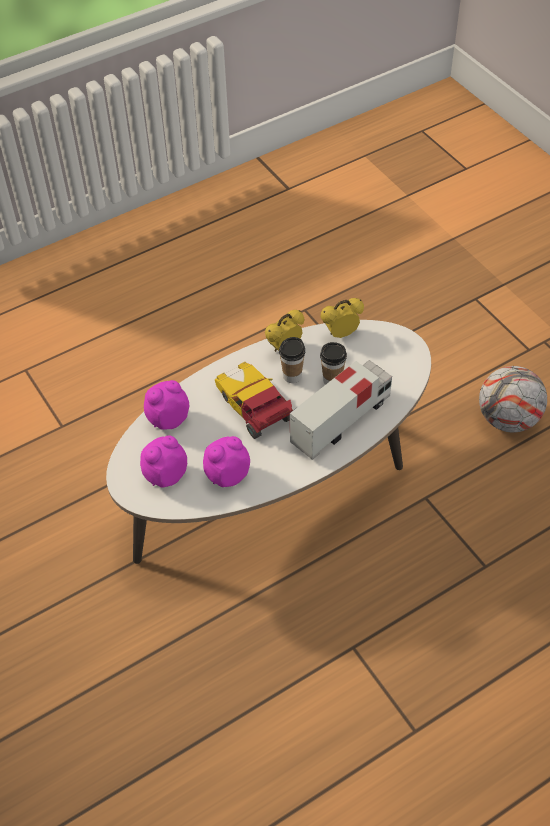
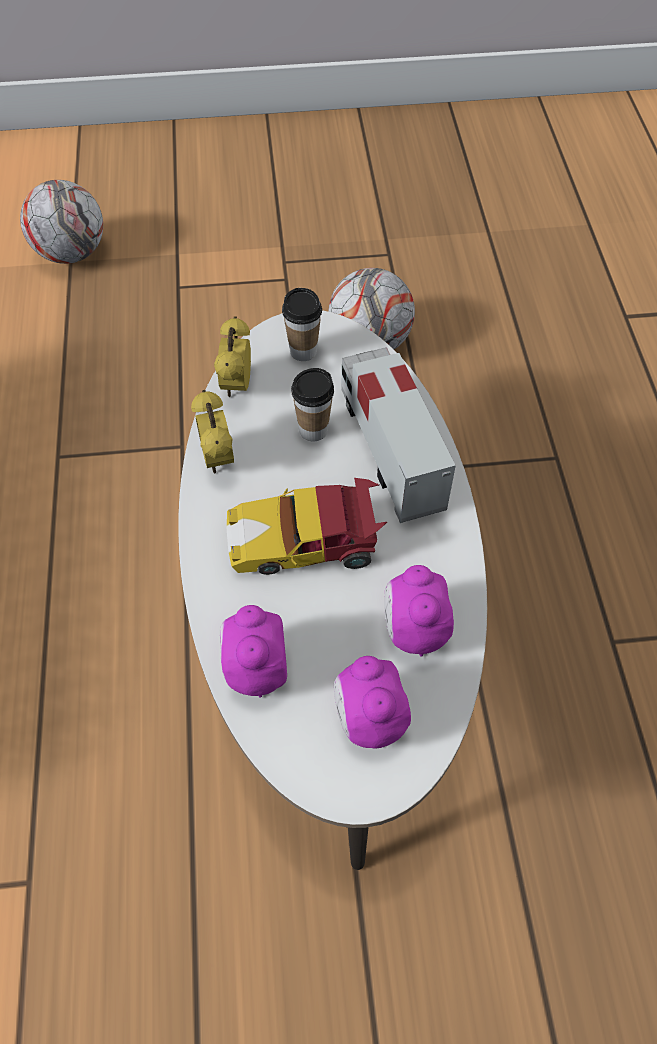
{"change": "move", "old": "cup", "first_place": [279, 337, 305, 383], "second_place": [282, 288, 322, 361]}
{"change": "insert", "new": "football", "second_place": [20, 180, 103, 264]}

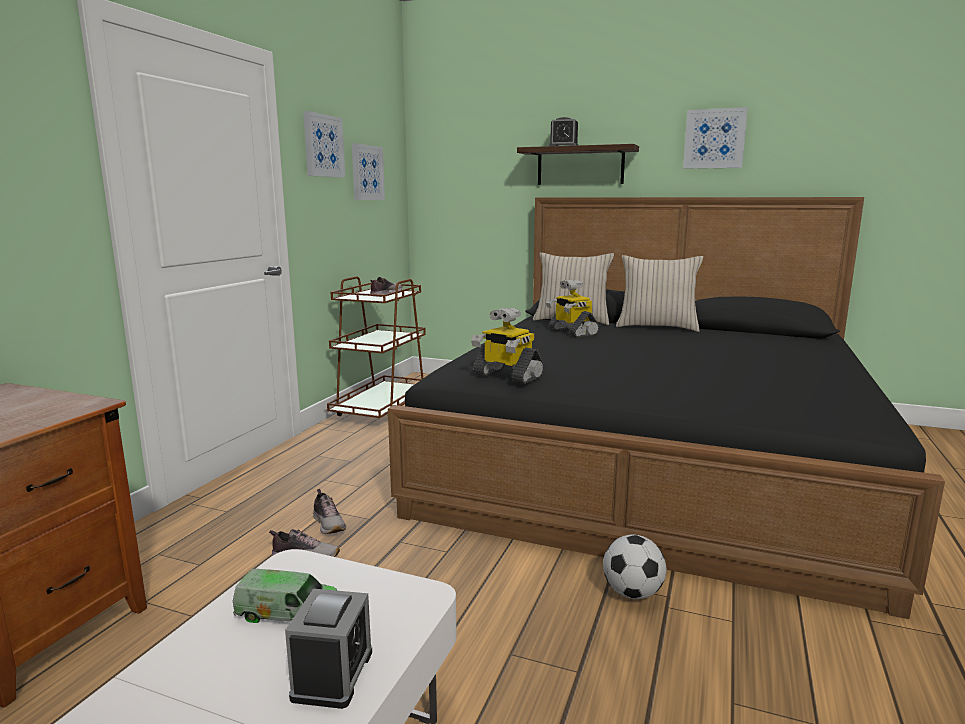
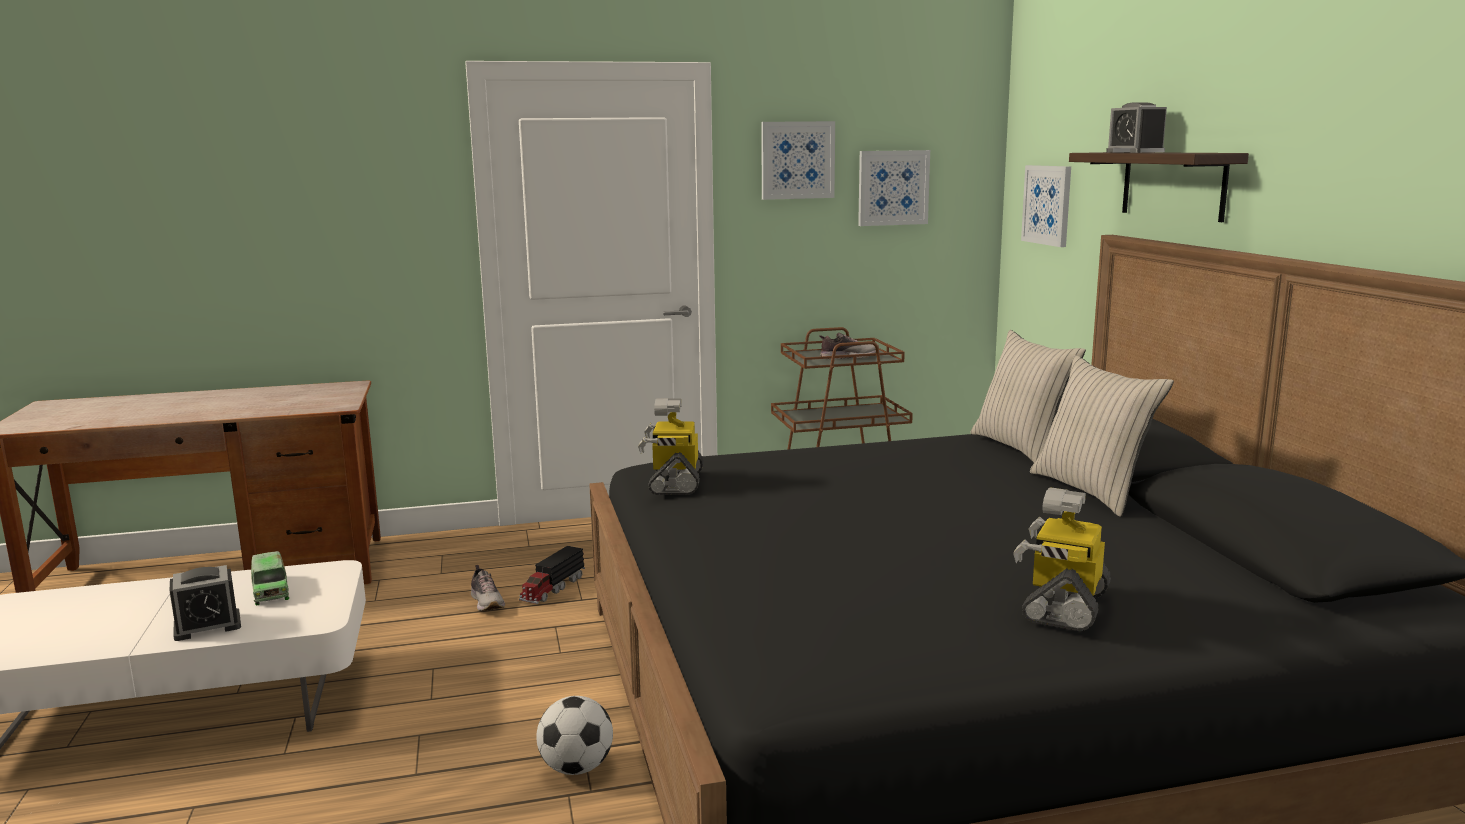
{"change": "move", "old": "picture", "first_place": [683, 107, 748, 169], "second_place": [1021, 165, 1071, 247]}
{"change": "move", "old": "toy robot", "first_place": [546, 280, 599, 338], "second_place": [1013, 487, 1111, 631]}
{"change": "replace", "old": "shoe", "new": "toy truck", "first_place": [313, 489, 346, 534], "second_place": [519, 546, 585, 604]}

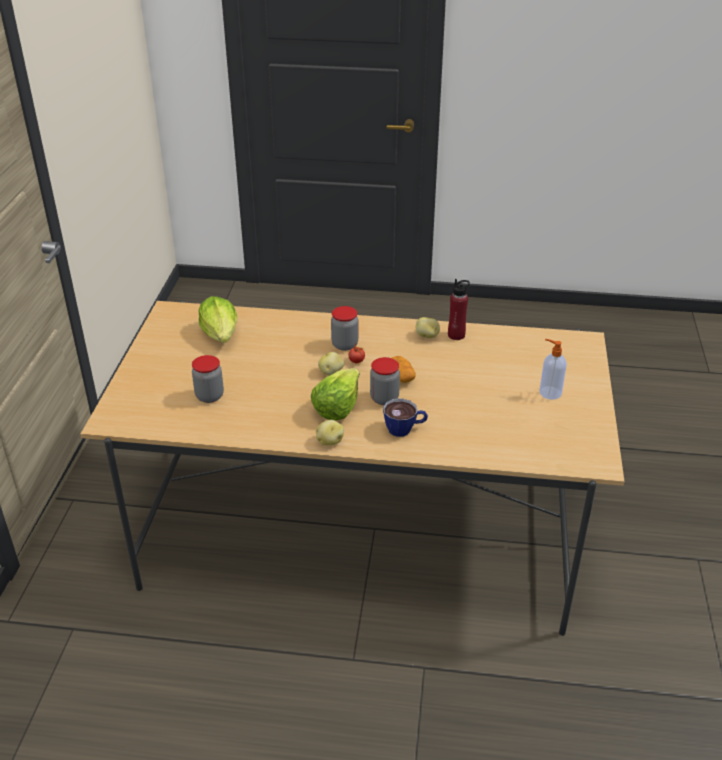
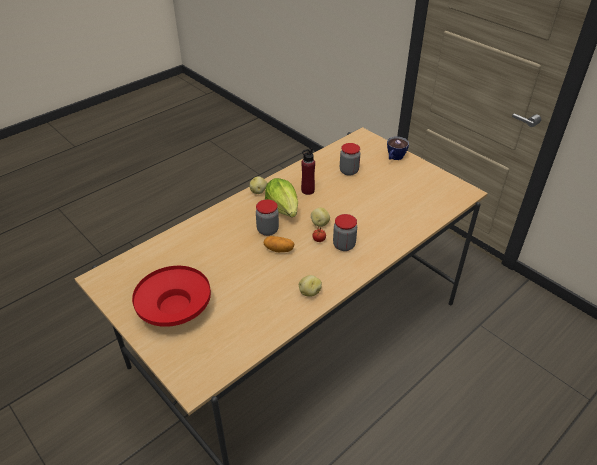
{"change": "move", "old": "red bottle", "first_place": [448, 279, 470, 340], "second_place": [301, 148, 315, 195]}
{"change": "delete", "old": "lettuce", "first_place": [198, 296, 237, 343]}
{"change": "replace", "old": "soap dispenser", "new": "red bowl", "first_place": [539, 339, 567, 400], "second_place": [132, 266, 211, 327]}
{"change": "move", "old": "cup", "first_place": [383, 398, 428, 437], "second_place": [387, 137, 409, 160]}

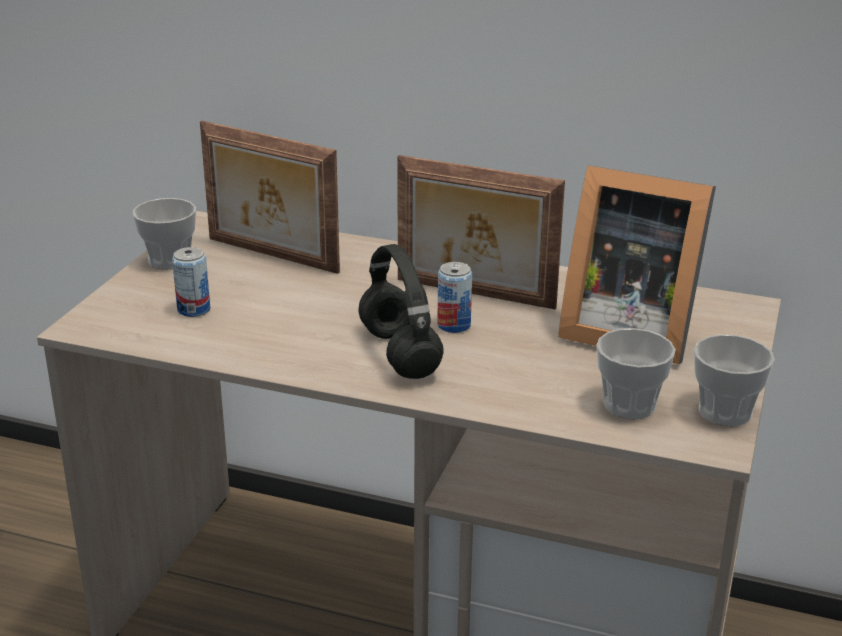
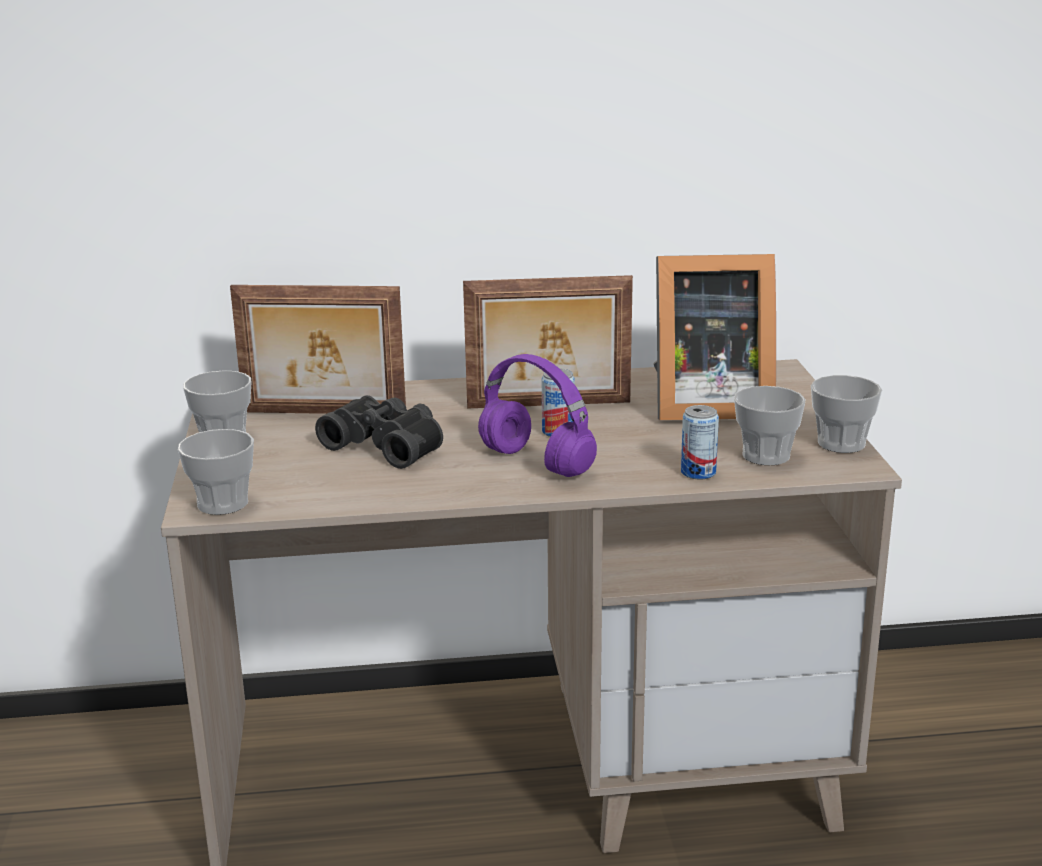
{"change": "recolor", "old": "black headphones", "new": "purple headphones", "first_place": [359, 244, 444, 379], "second_place": [478, 354, 597, 477]}
{"change": "move", "old": "can", "first_place": [172, 247, 210, 317], "second_place": [681, 405, 719, 480]}
{"change": "insert", "new": "black binoculars", "second_place": [315, 395, 443, 469]}
{"change": "insert", "new": "cup", "second_place": [178, 429, 254, 515]}

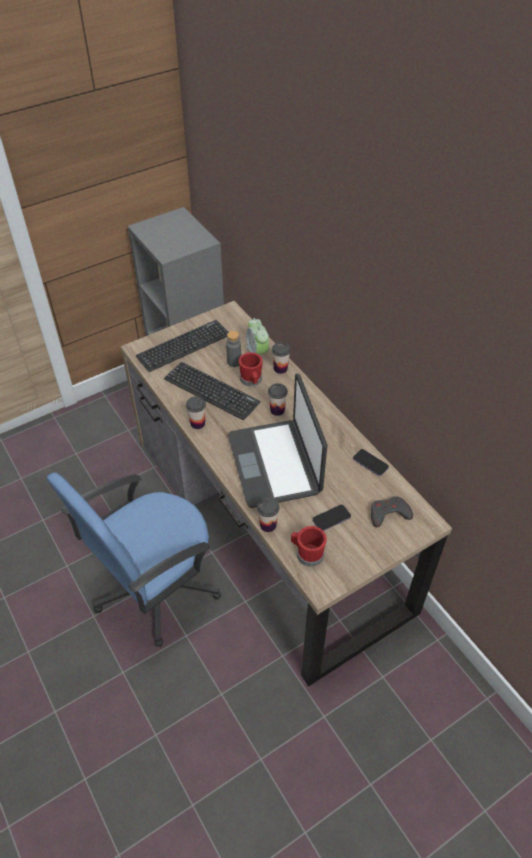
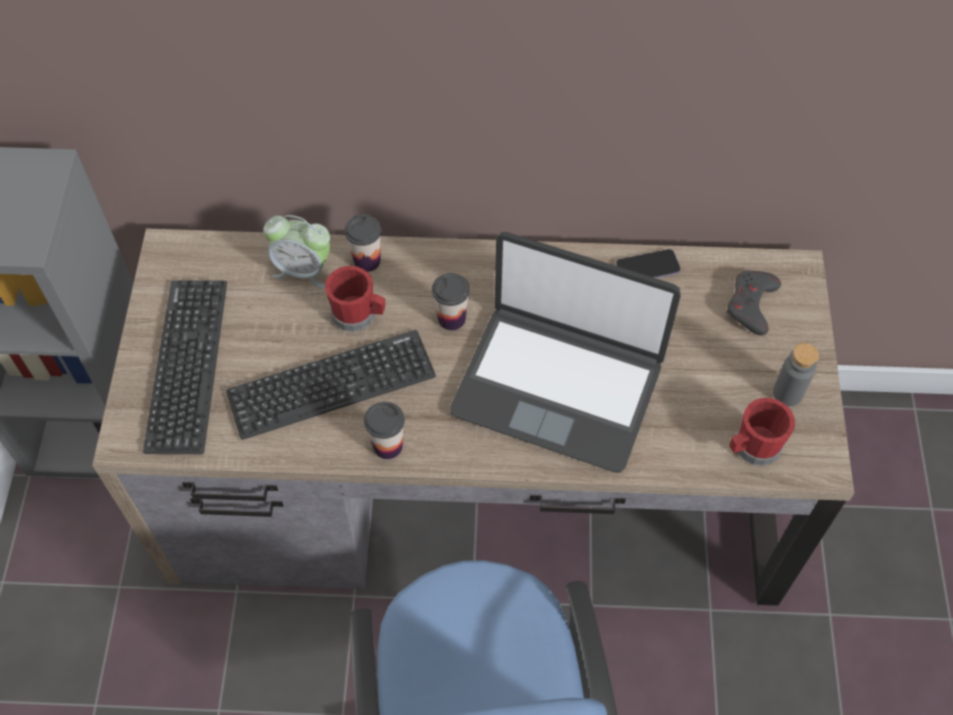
{"change": "move", "old": "grey bottle", "first_place": [226, 331, 241, 367], "second_place": [773, 343, 819, 406]}
{"change": "delete", "old": "cup", "first_place": [257, 498, 280, 532]}
{"change": "delete", "old": "phone", "first_place": [312, 504, 351, 531]}

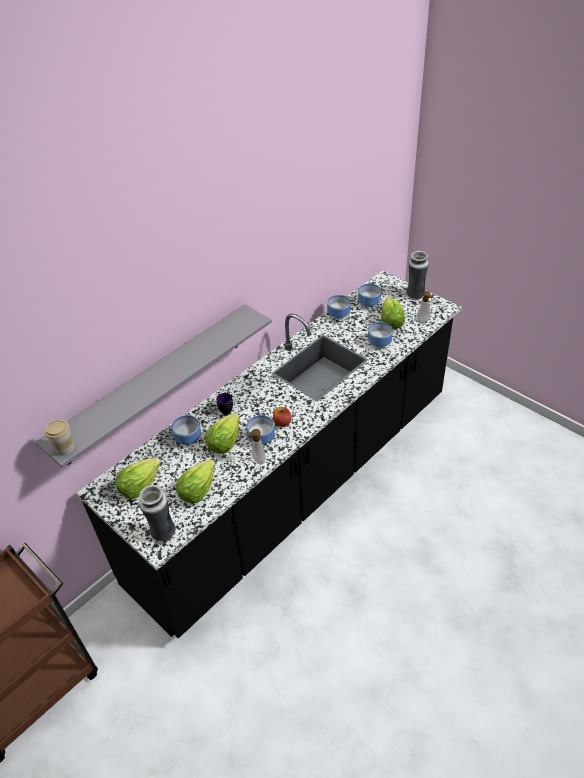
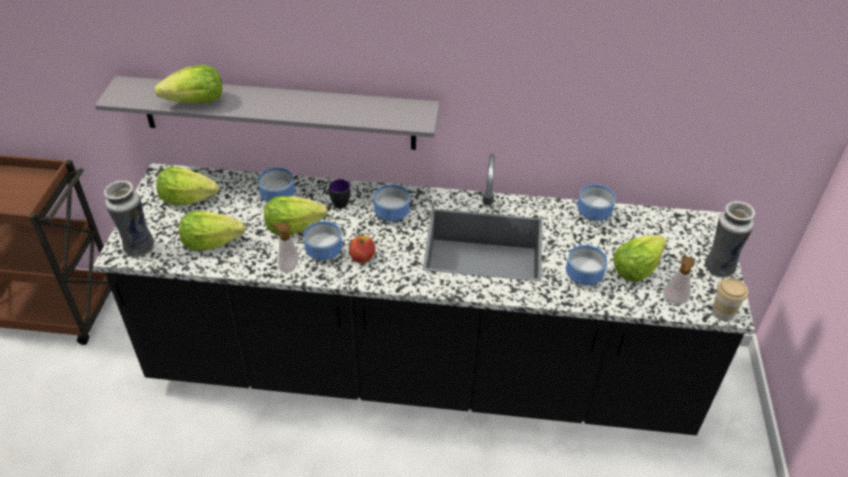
{"change": "move", "old": "bowl", "first_place": [358, 284, 381, 307], "second_place": [374, 185, 410, 222]}
{"change": "move", "old": "cup", "first_place": [44, 420, 74, 455], "second_place": [712, 278, 748, 321]}
{"change": "insert", "new": "lettuce", "second_place": [155, 65, 222, 104]}

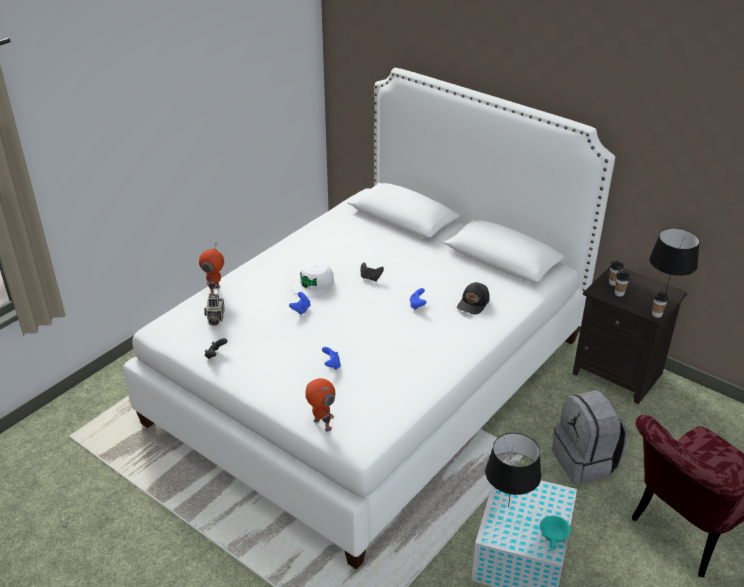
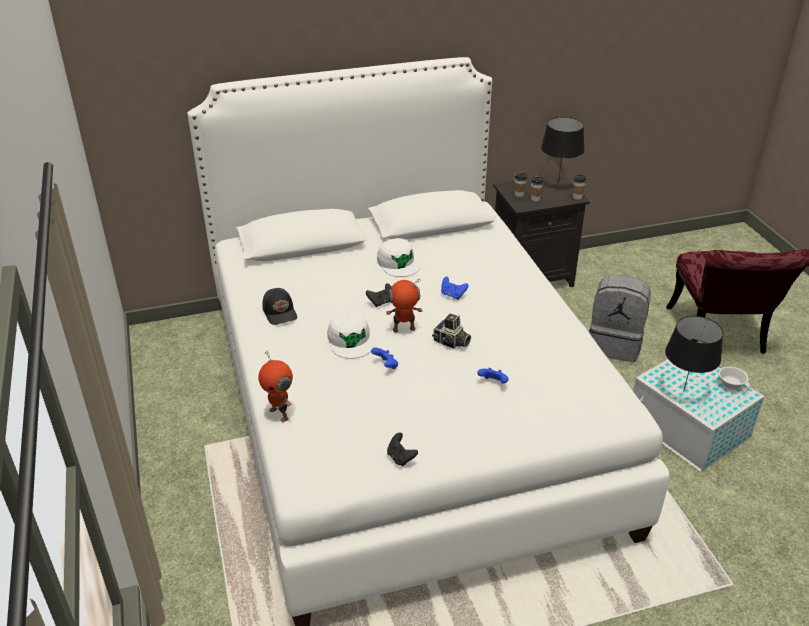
{"change": "move", "old": "black cap", "first_place": [457, 282, 489, 315], "second_place": [262, 288, 297, 325]}
{"change": "move", "old": "photo camera", "first_place": [204, 294, 225, 326], "second_place": [432, 314, 471, 349]}
{"change": "move", "old": "toy robot", "first_place": [305, 378, 335, 432], "second_place": [386, 279, 423, 332]}
{"change": "recolor", "old": "turquoise cup", "new": "white cup", "first_place": [540, 516, 571, 549], "second_place": [719, 366, 751, 392]}
{"change": "insert", "new": "white cap", "second_place": [377, 238, 420, 277]}

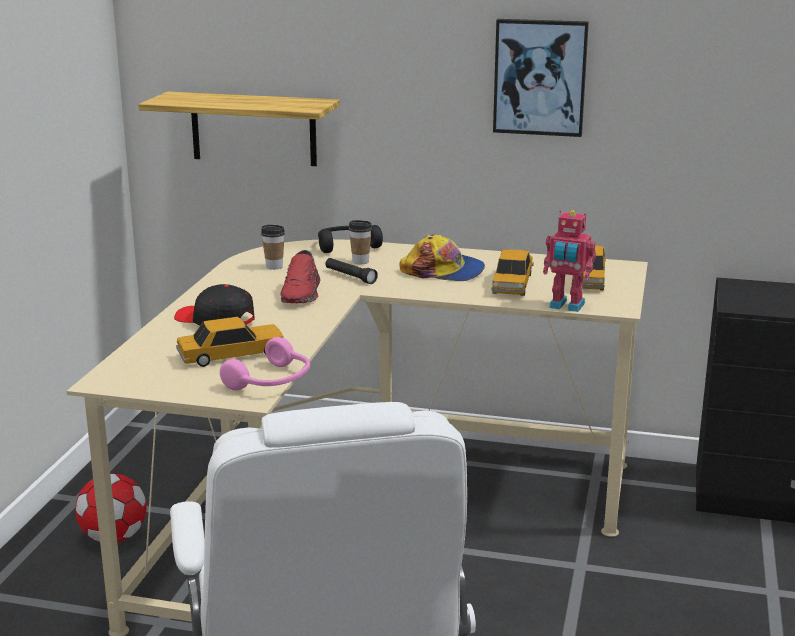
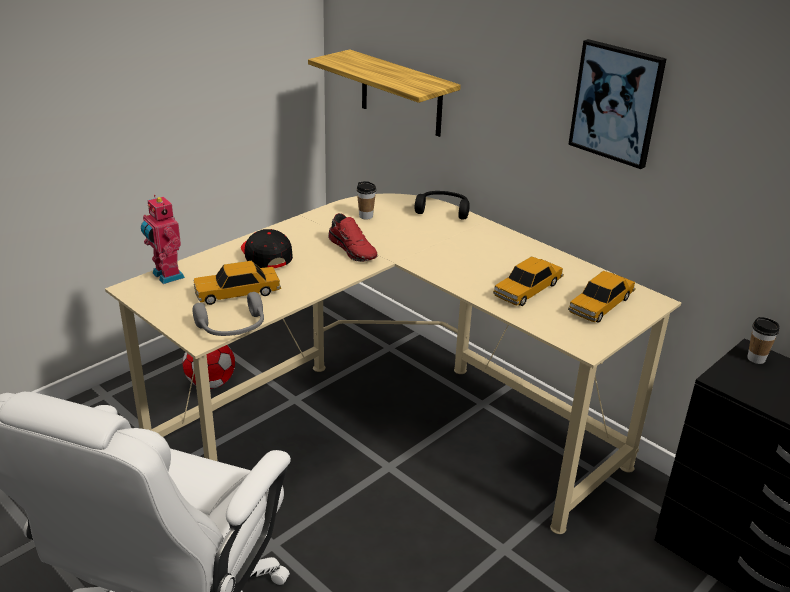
{"change": "move", "old": "toy robot", "first_place": [543, 210, 596, 312], "second_place": [141, 195, 185, 284]}
{"change": "move", "old": "cup", "first_place": [349, 220, 372, 264], "second_place": [747, 317, 780, 364]}
{"change": "delete", "old": "cap", "first_place": [399, 234, 485, 281]}
{"change": "rotate", "old": "red shoe", "first_place": [280, 250, 320, 303], "second_place": [328, 213, 378, 262], "degrees": -75}
{"change": "delete", "old": "black flashlight", "first_place": [325, 258, 378, 284]}
{"change": "rotate", "old": "toy car", "first_place": [176, 317, 284, 367], "second_place": [194, 261, 281, 305], "degrees": 150}
{"change": "recolor", "old": "pink headphones", "new": "grey headphones", "first_place": [220, 337, 310, 391], "second_place": [192, 292, 264, 336]}

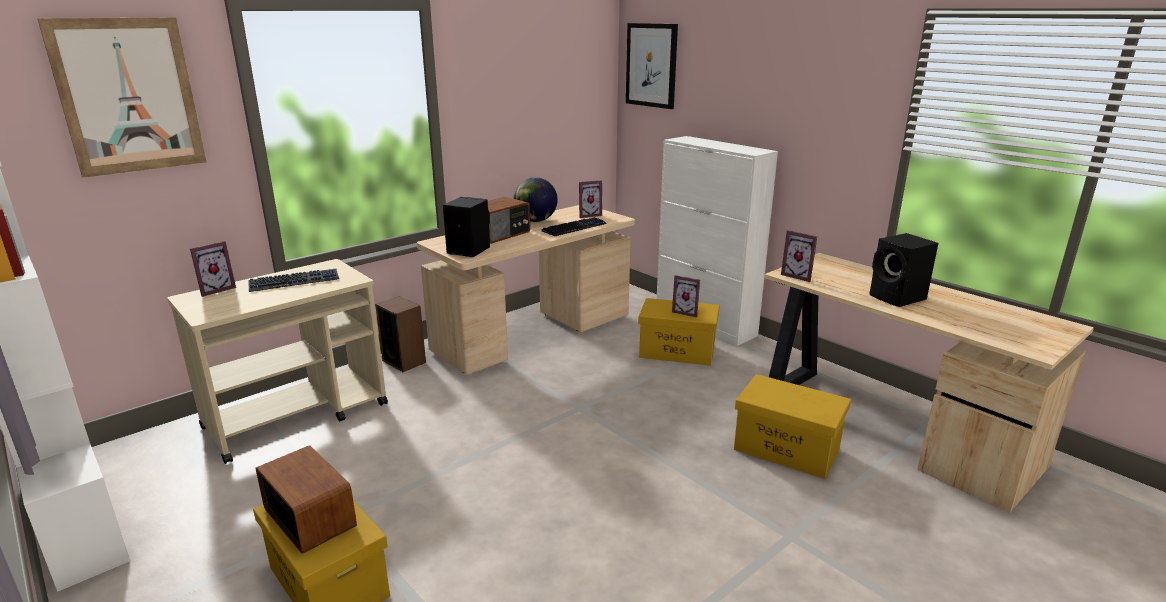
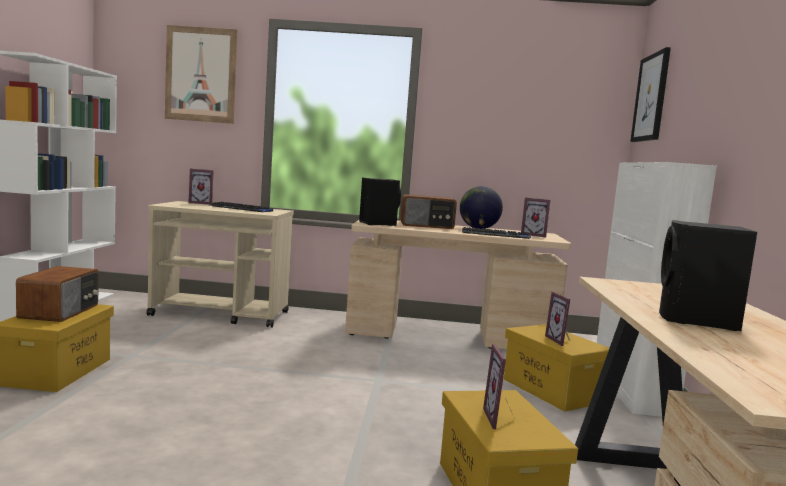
{"change": "move", "old": "picture frame", "first_place": [781, 230, 817, 282], "second_place": [483, 344, 515, 429]}
{"change": "delete", "old": "speaker", "first_place": [375, 296, 426, 372]}

